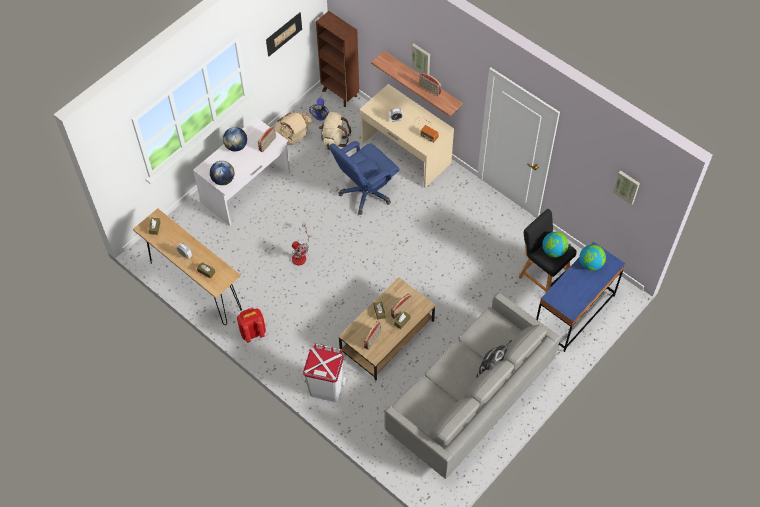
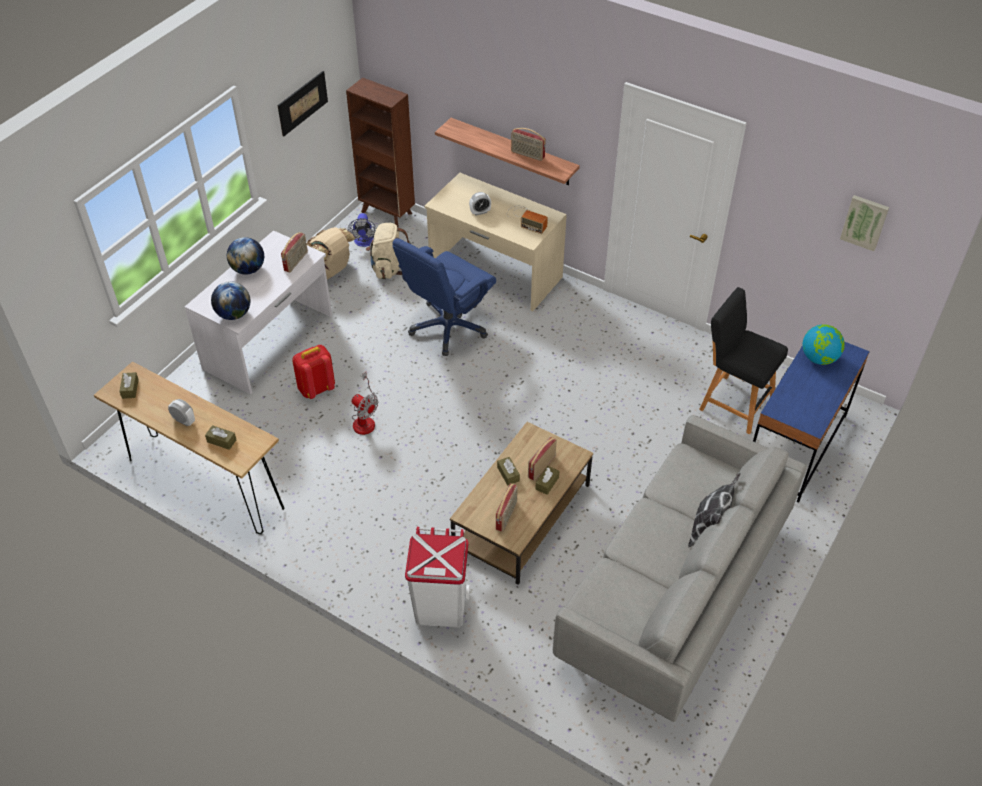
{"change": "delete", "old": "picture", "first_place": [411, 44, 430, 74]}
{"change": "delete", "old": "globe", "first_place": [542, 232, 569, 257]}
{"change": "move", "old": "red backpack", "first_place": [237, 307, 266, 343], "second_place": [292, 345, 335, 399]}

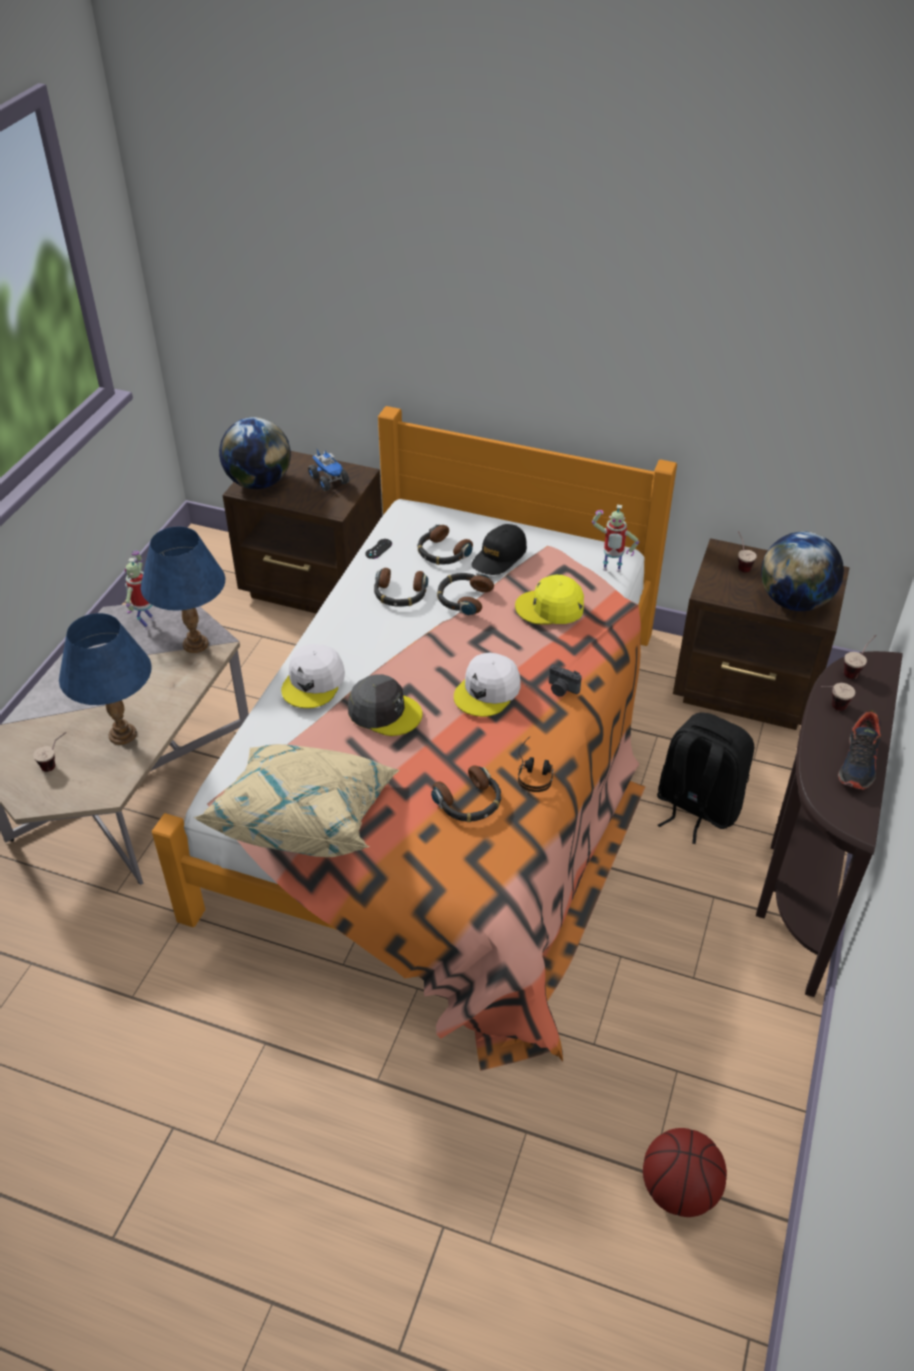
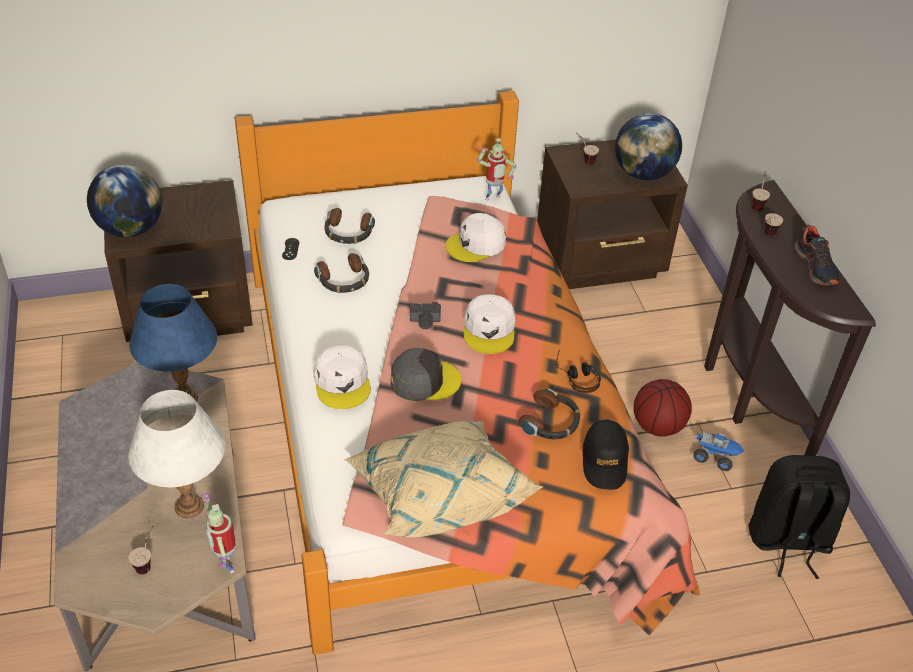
{"change": "move", "old": "toy truck", "first_place": [308, 449, 349, 491], "second_place": [693, 432, 744, 471]}
{"change": "move", "old": "black cap", "first_place": [472, 524, 527, 575], "second_place": [582, 420, 629, 490]}
{"change": "move", "old": "toy robot", "first_place": [124, 551, 154, 630], "second_place": [200, 493, 236, 573]}
{"change": "delete", "old": "headphones", "first_place": [437, 573, 494, 616]}
{"change": "recolor", "old": "yellow cap", "new": "white cap", "first_place": [515, 575, 584, 624], "second_place": [445, 213, 506, 262]}
{"change": "recolor", "old": "blue table lamp", "new": "white table lamp", "first_place": [59, 613, 152, 745], "second_place": [128, 390, 225, 518]}
{"change": "move", "old": "photo camera", "first_place": [549, 664, 582, 697], "second_place": [410, 302, 441, 329]}
{"change": "move", "old": "black backpack", "first_place": [657, 712, 754, 844], "second_place": [748, 455, 850, 579]}
{"change": "move", "old": "basketball", "first_place": [643, 1128, 727, 1217], "second_place": [634, 379, 692, 437]}

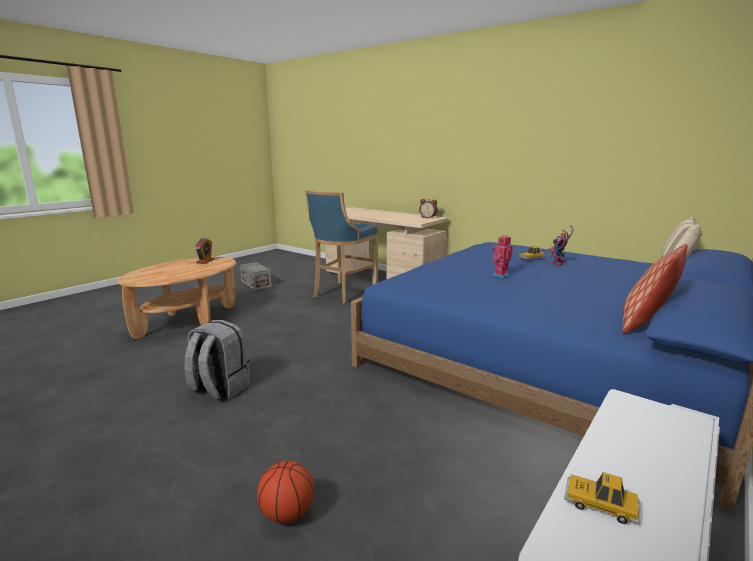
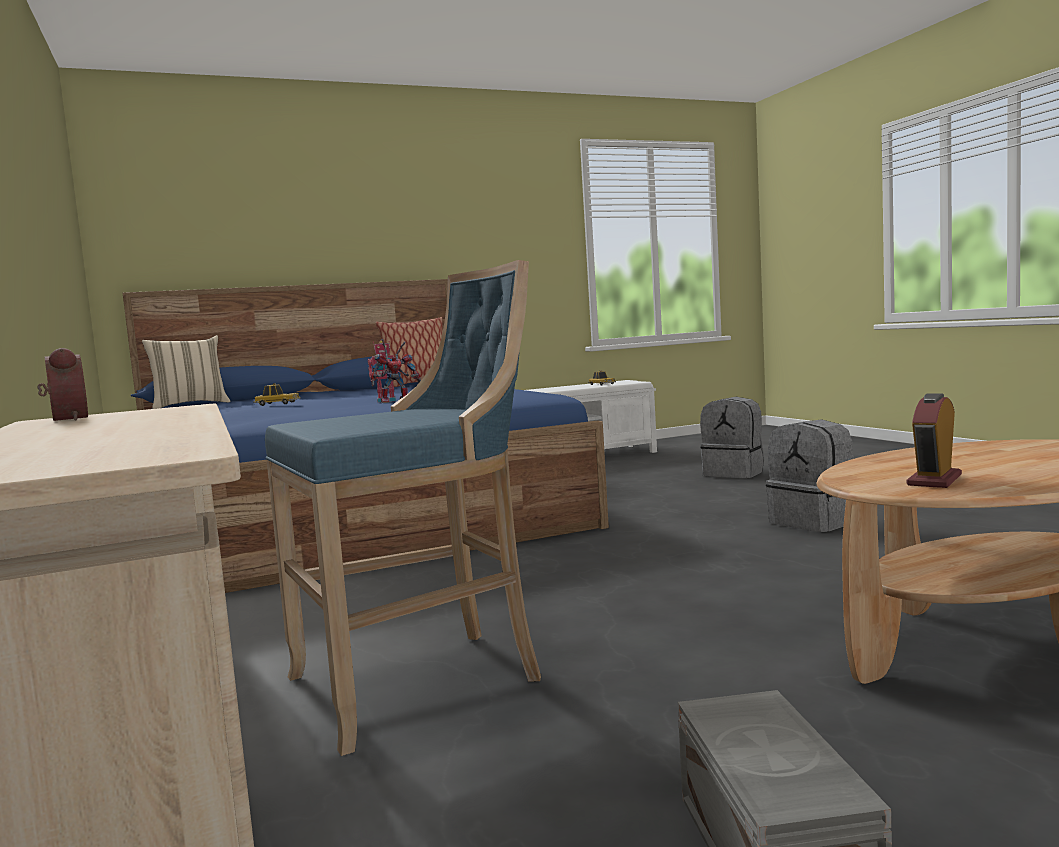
{"change": "move", "old": "toy robot", "first_place": [548, 225, 573, 265], "second_place": [371, 339, 421, 403]}
{"change": "replace", "old": "basketball", "new": "grey backpack", "first_place": [257, 461, 314, 523], "second_place": [700, 397, 764, 478]}

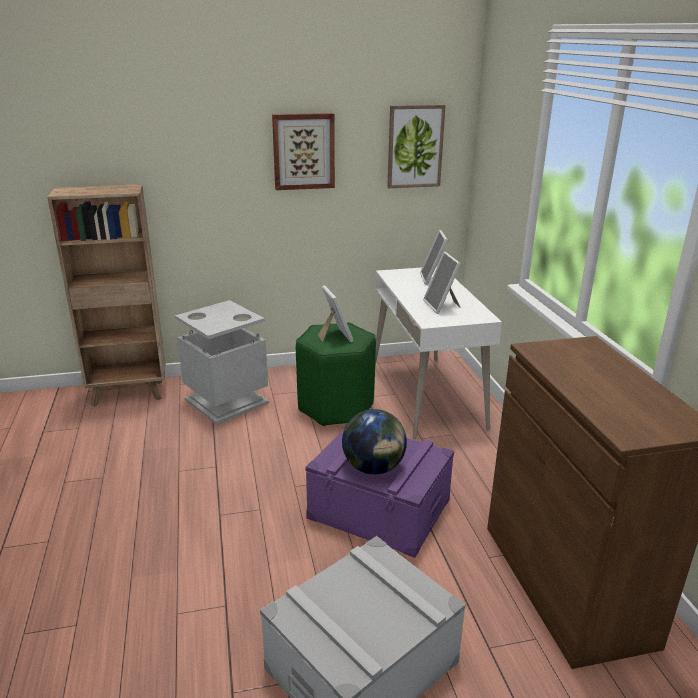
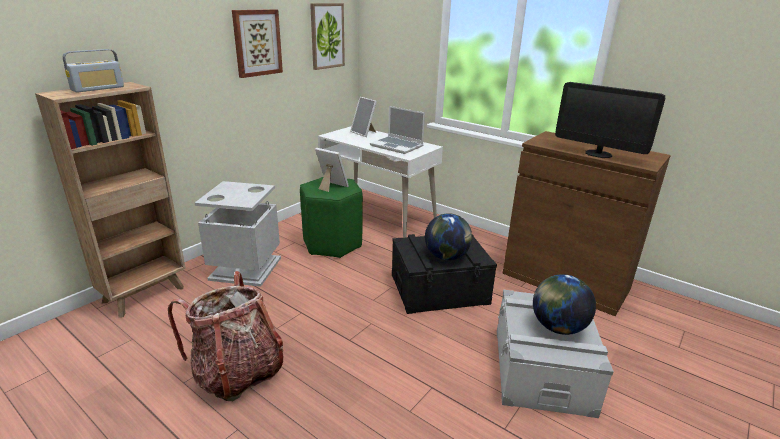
{"change": "replace", "old": "picture frame", "new": "laptop", "first_place": [423, 252, 461, 314], "second_place": [370, 106, 425, 154]}
{"change": "recolor", "old": "purple storage box", "new": "black storage box", "first_place": [305, 428, 454, 558], "second_place": [392, 234, 497, 314]}
{"change": "insert", "new": "radio", "second_place": [62, 49, 124, 93]}
{"change": "insert", "new": "monitor", "second_place": [555, 82, 665, 158]}
{"change": "insert", "new": "backpack", "second_place": [168, 271, 284, 401]}
{"change": "insert", "new": "globe", "second_place": [533, 274, 596, 335]}

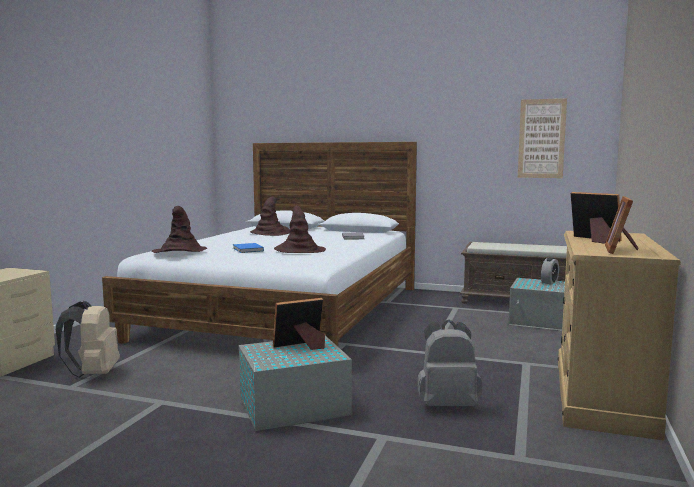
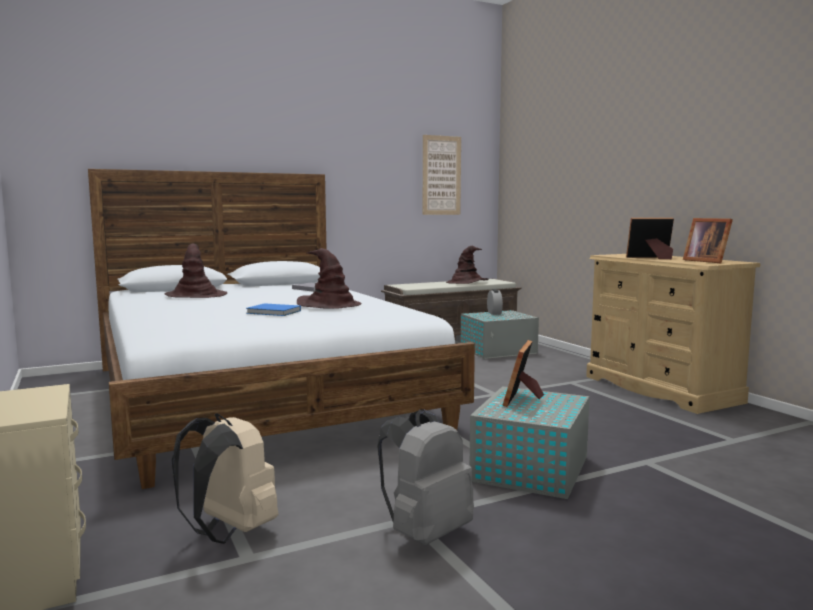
{"change": "move", "old": "brown hat", "first_place": [152, 206, 207, 253], "second_place": [446, 246, 488, 284]}
{"change": "move", "old": "grey backpack", "first_place": [418, 319, 482, 406], "second_place": [377, 409, 474, 545]}

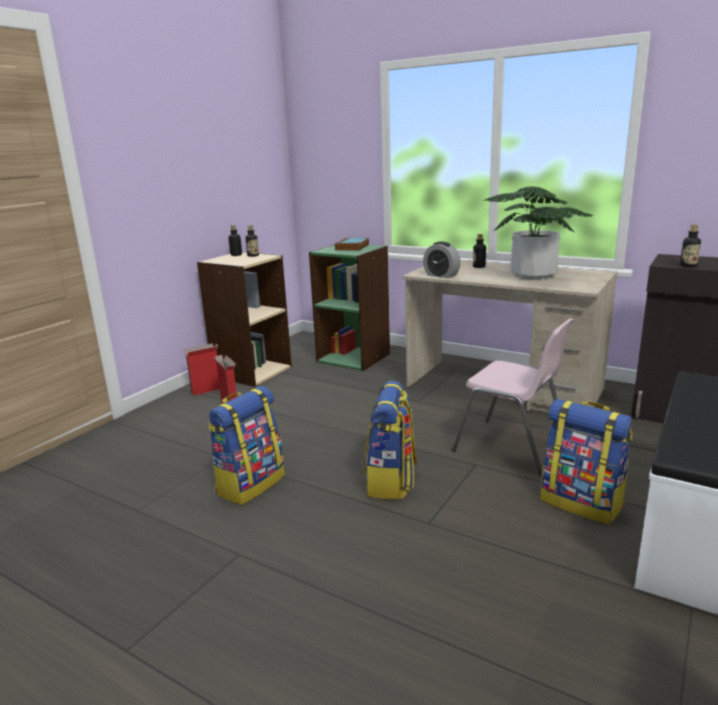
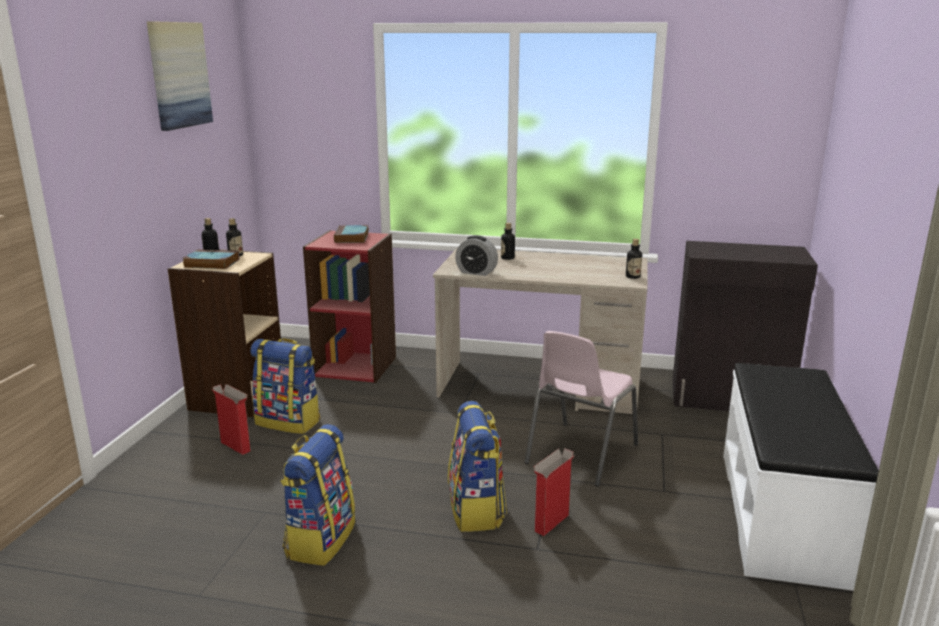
{"change": "delete", "old": "potted plant", "first_place": [484, 186, 593, 280]}
{"change": "move", "old": "bottle", "first_place": [680, 225, 701, 267], "second_place": [626, 239, 642, 279]}
{"change": "recolor", "old": "green bookcase", "new": "red bookcase", "first_place": [309, 244, 390, 371], "second_place": [303, 230, 396, 383]}
{"change": "rotate", "old": "pink chair", "first_place": [452, 318, 574, 476], "second_place": [525, 331, 638, 487], "degrees": 105}
{"change": "move", "old": "cardboard box", "first_place": [182, 343, 220, 396], "second_place": [533, 448, 575, 536]}
{"change": "move", "old": "backpack", "first_place": [541, 399, 632, 524], "second_place": [250, 338, 320, 434]}
{"change": "insert", "new": "picture", "second_place": [147, 21, 213, 131]}
{"change": "insert", "new": "book", "second_place": [183, 249, 239, 269]}

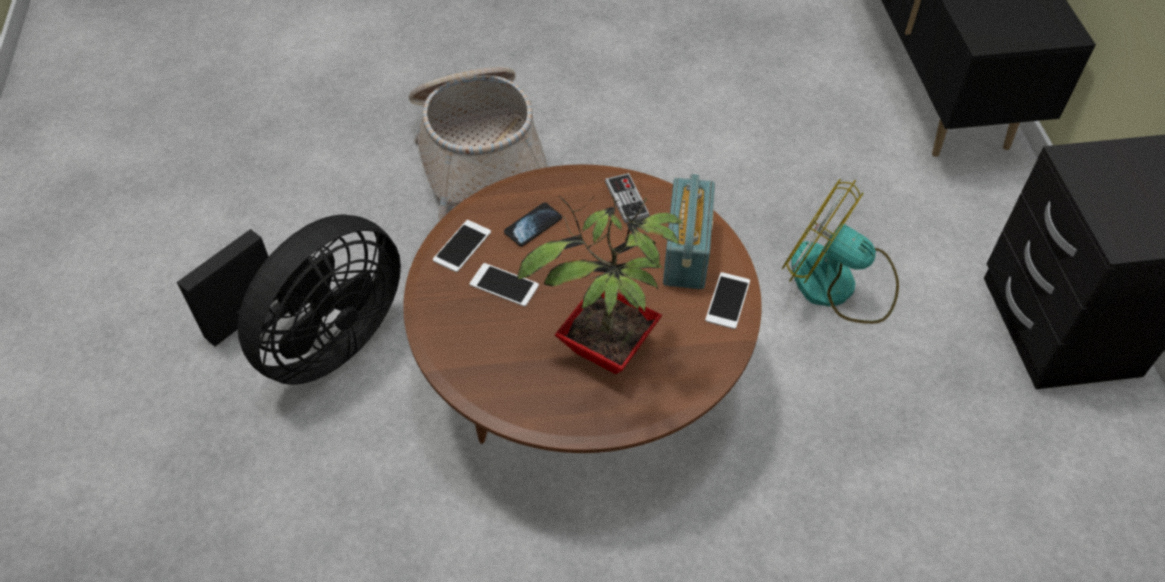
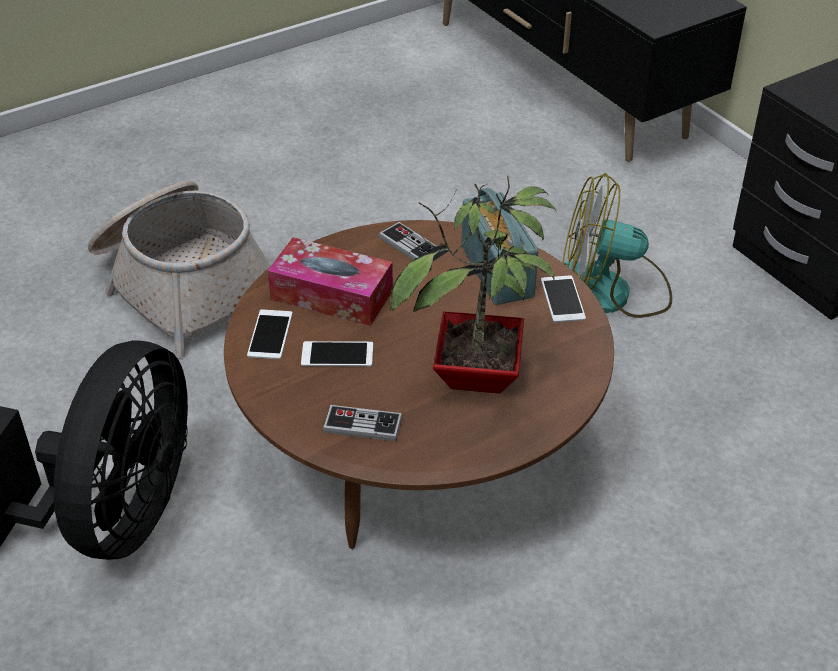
{"change": "replace", "old": "phone", "new": "tissue box", "first_place": [504, 203, 562, 246], "second_place": [268, 237, 393, 326]}
{"change": "insert", "new": "game controller", "second_place": [323, 405, 402, 441]}

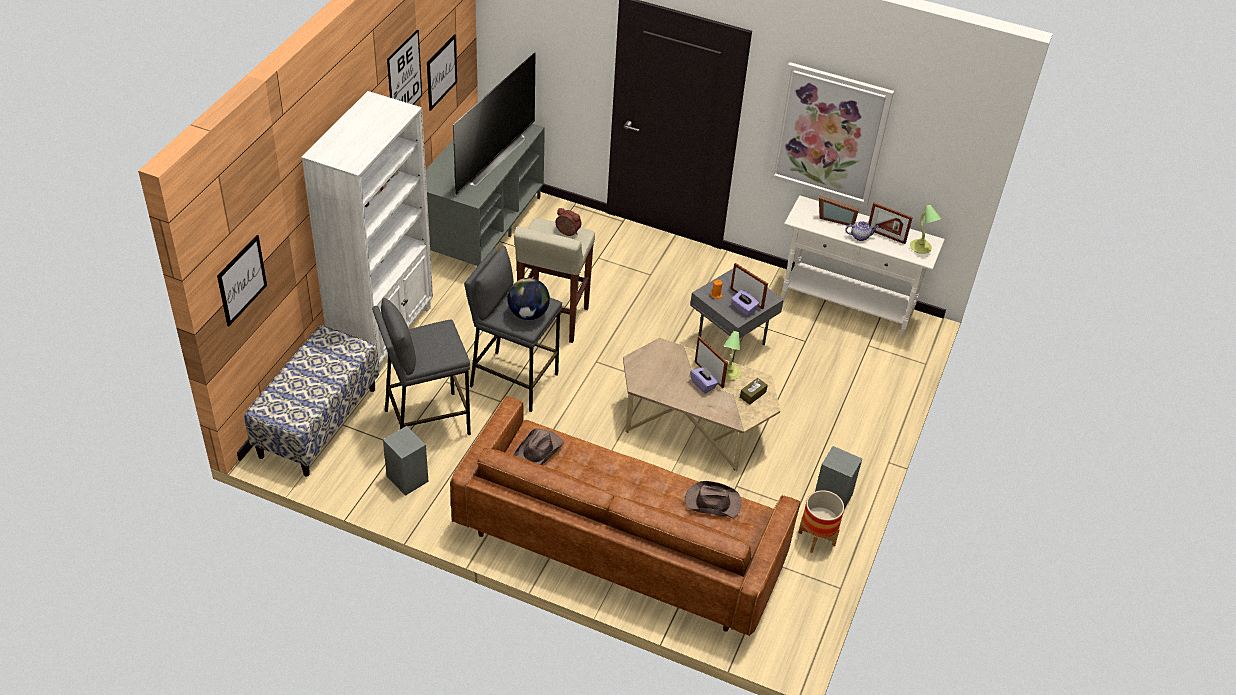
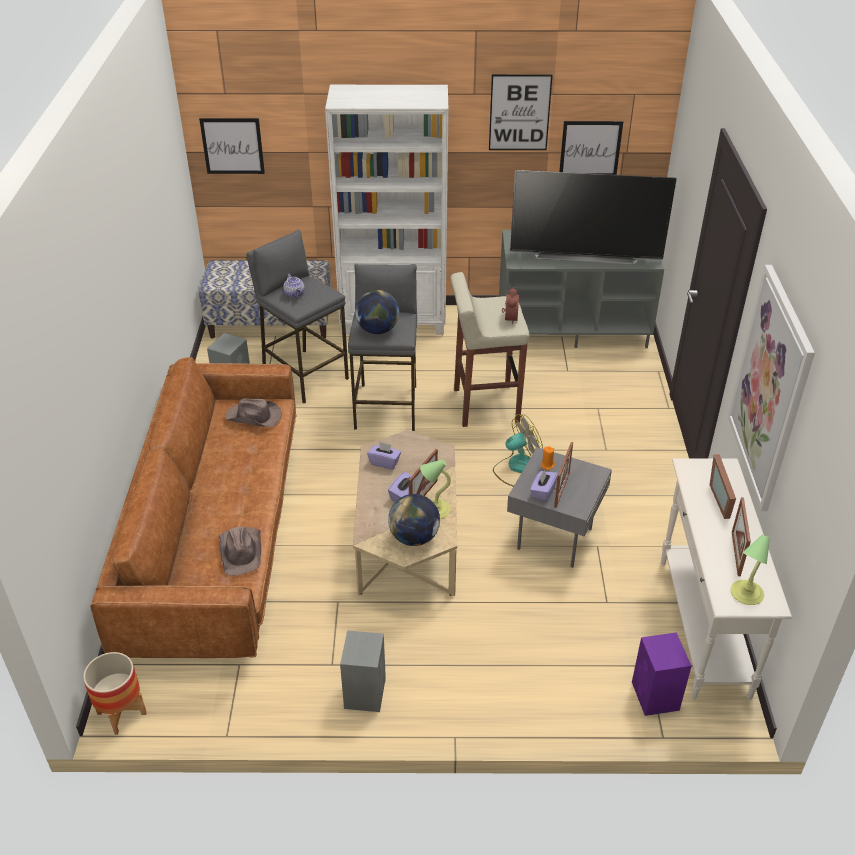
{"change": "move", "old": "teapot", "first_place": [845, 221, 879, 241], "second_place": [283, 274, 305, 298]}
{"change": "replace", "old": "brown tissue box", "new": "globe", "first_place": [740, 378, 768, 405], "second_place": [388, 494, 440, 546]}
{"change": "move", "old": "planter", "first_place": [798, 490, 844, 553], "second_place": [83, 652, 147, 735]}
{"change": "insert", "new": "fan", "second_place": [493, 414, 543, 487]}
{"change": "insert", "new": "purple tissue box", "second_place": [367, 442, 401, 470]}
{"change": "insert", "new": "purple speaker", "second_place": [632, 632, 692, 716]}

